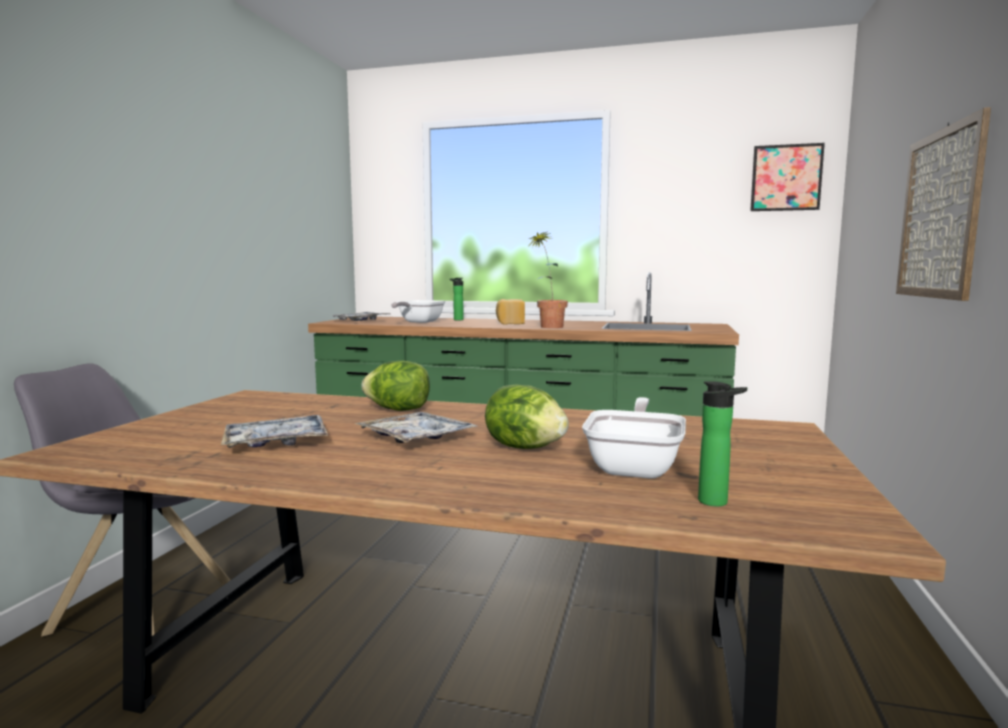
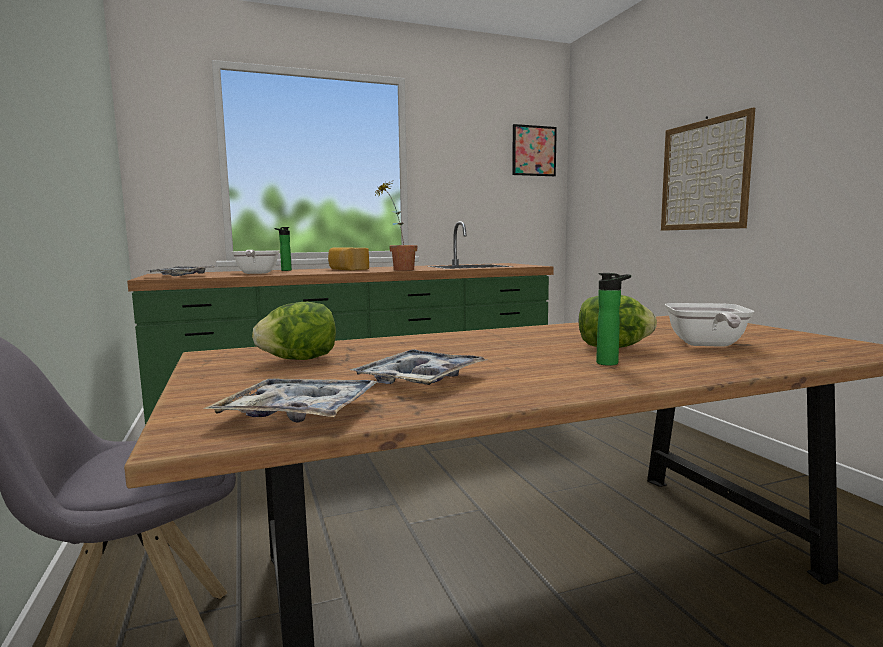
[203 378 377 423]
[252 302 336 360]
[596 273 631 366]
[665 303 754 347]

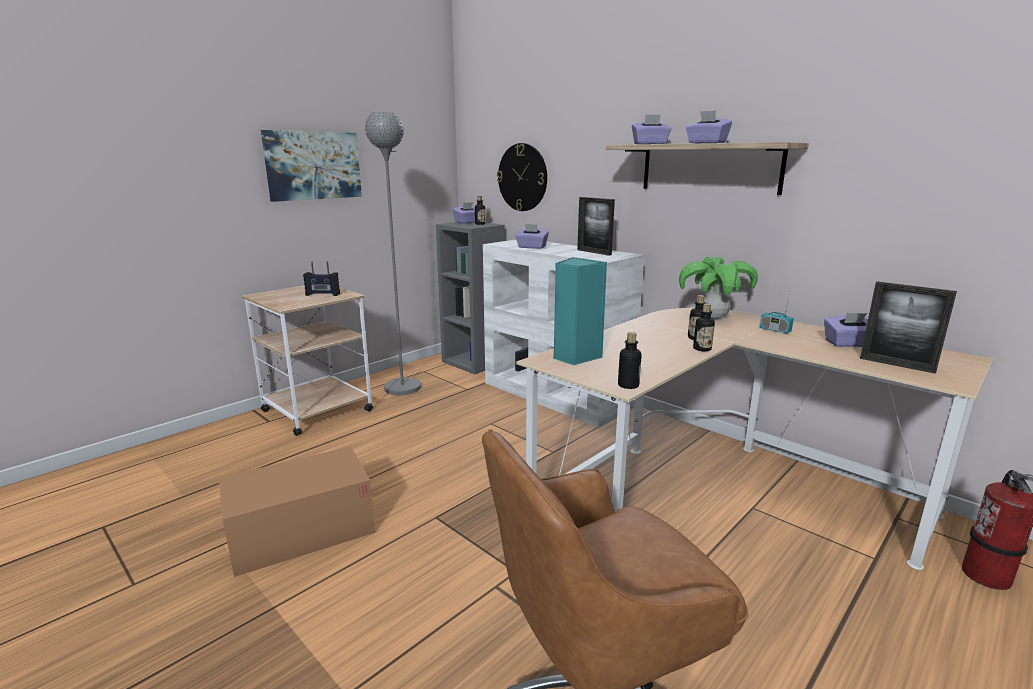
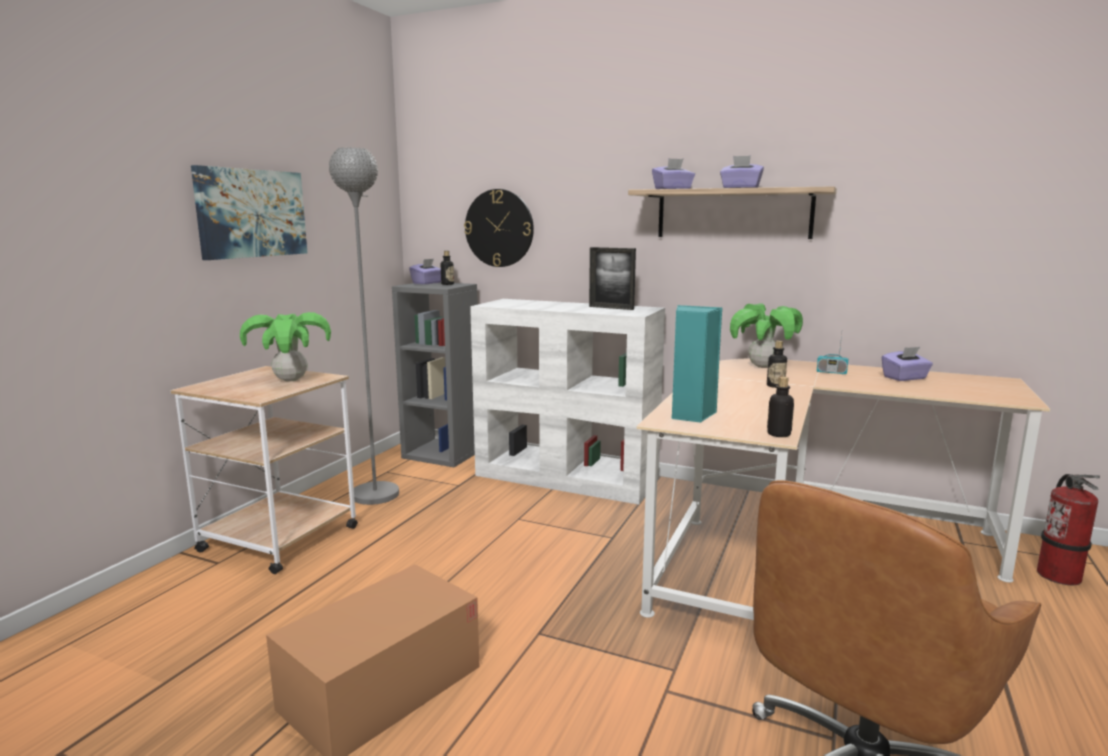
[240 312 331 381]
[515 224 549 249] (first image)
[693 304 715 351] (first image)
[860 282 957 374] (first image)

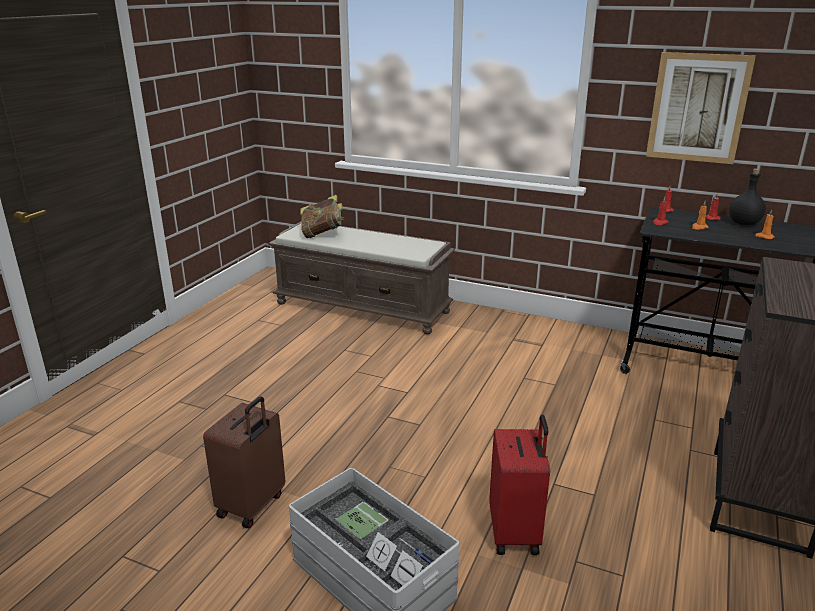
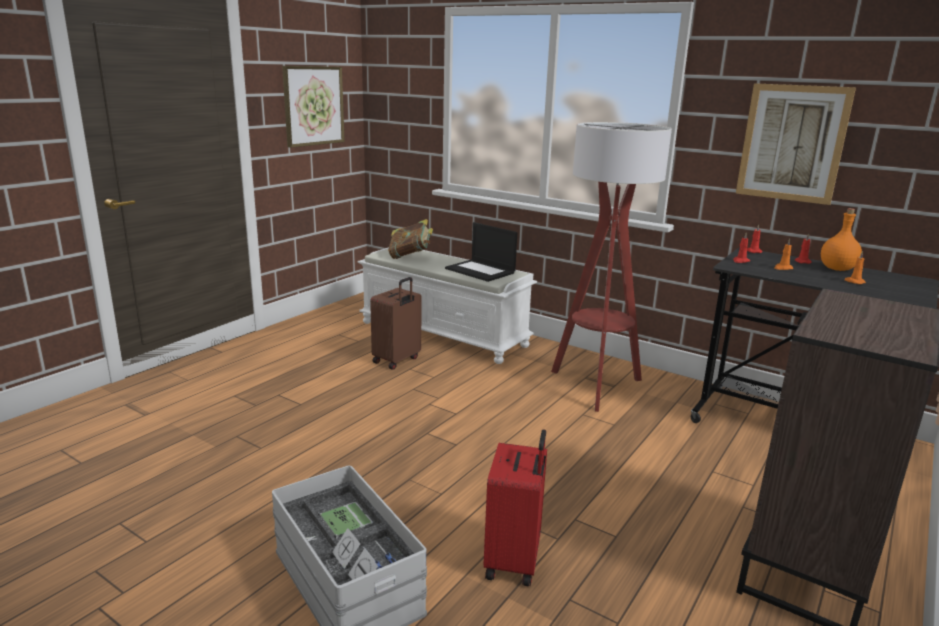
[282 66 345 148]
[358 247 537 364]
[370 277 421 370]
[445 222 517 282]
[551 122 672 412]
[821 208 862 271]

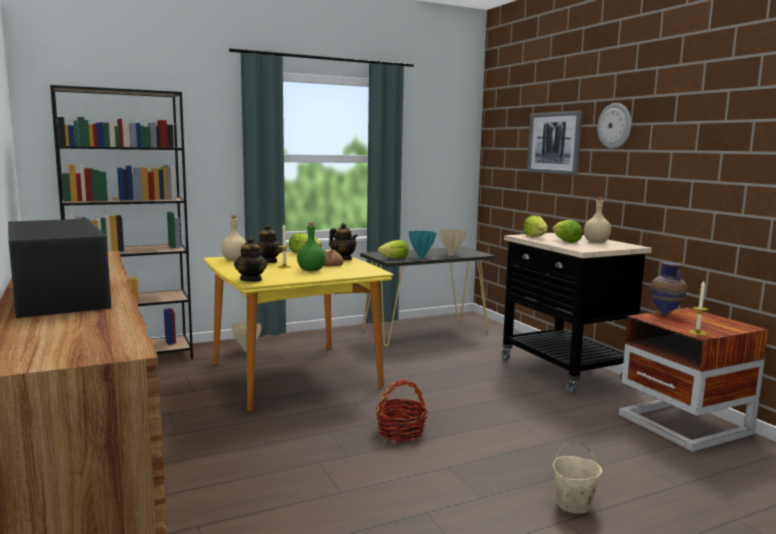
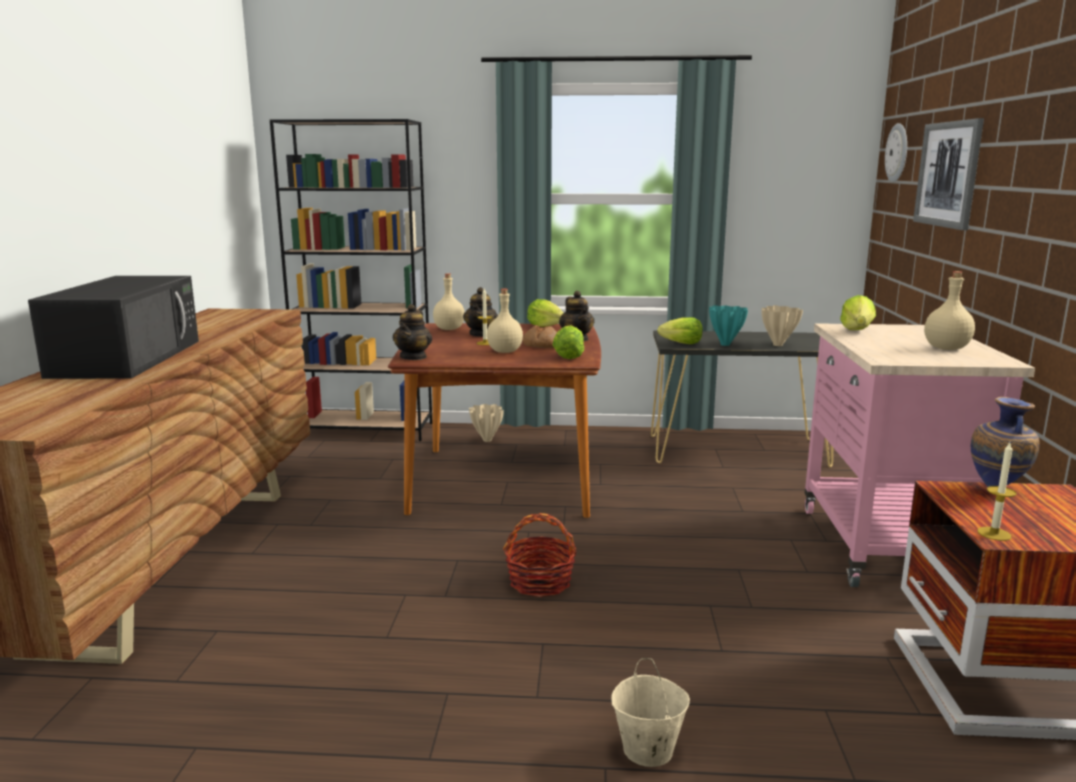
[388 323 601 518]
[487 289 523 353]
[553 325 584 359]
[805 323 1035 587]
[885 123 907 182]

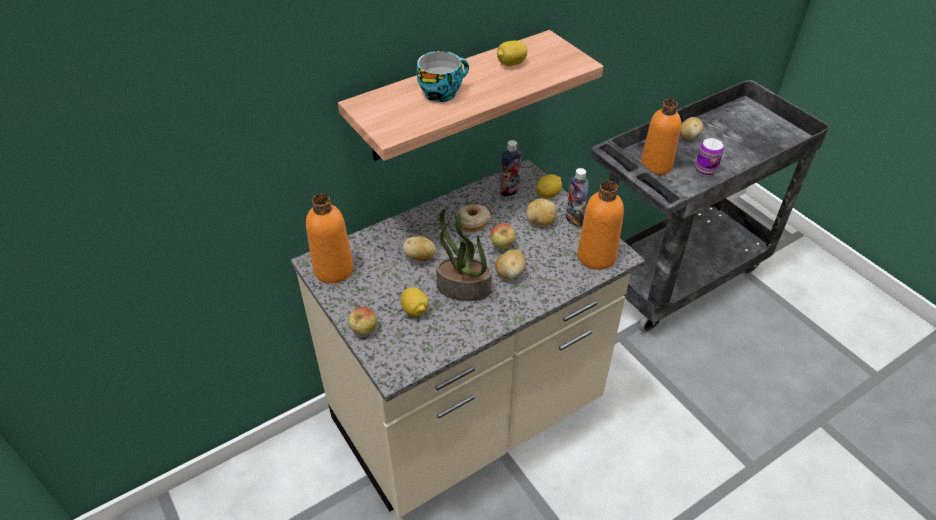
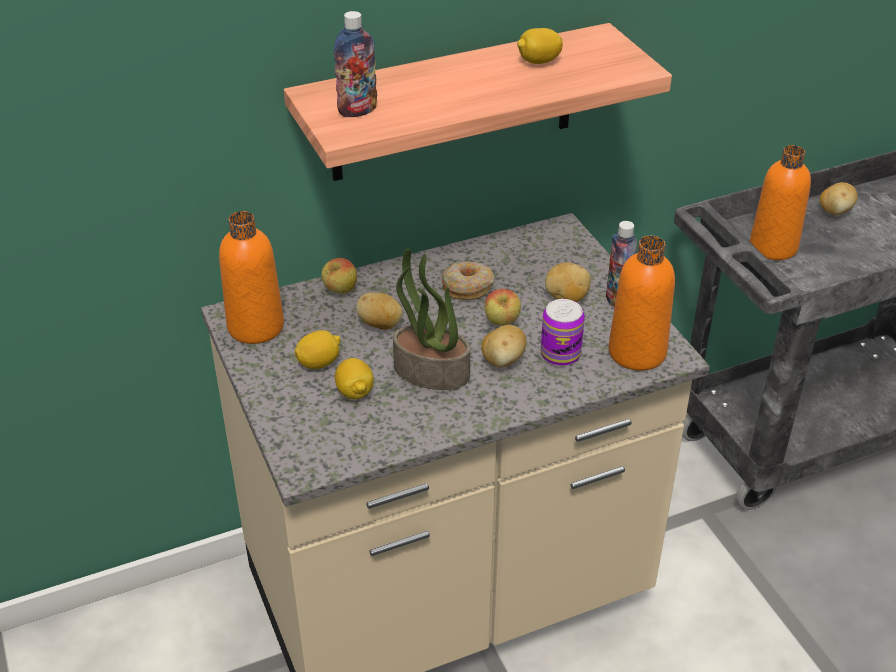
[295 330 340 369]
[321 258 357 294]
[334 11 377 117]
[541 299 585 366]
[417 51 469 102] (first image)

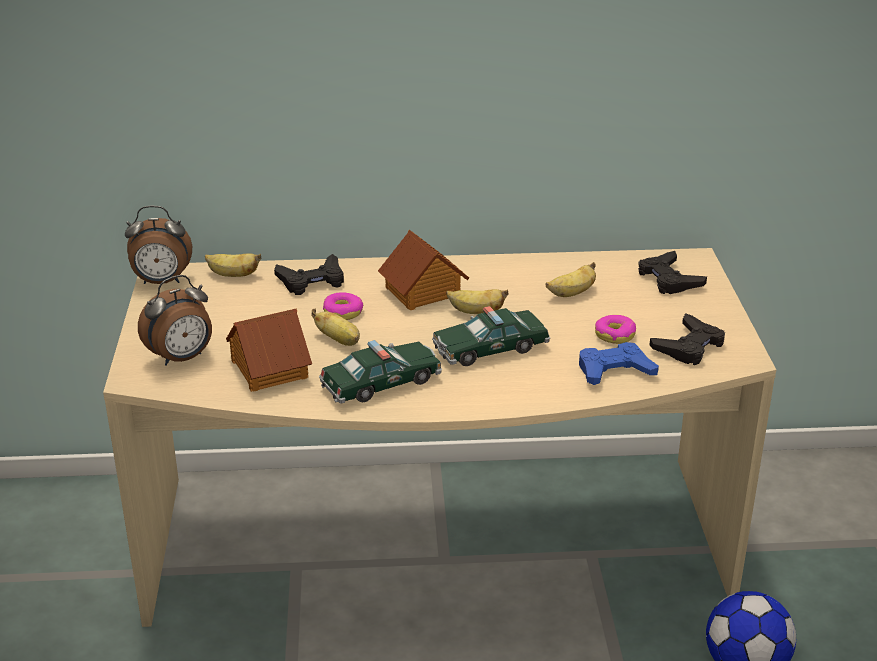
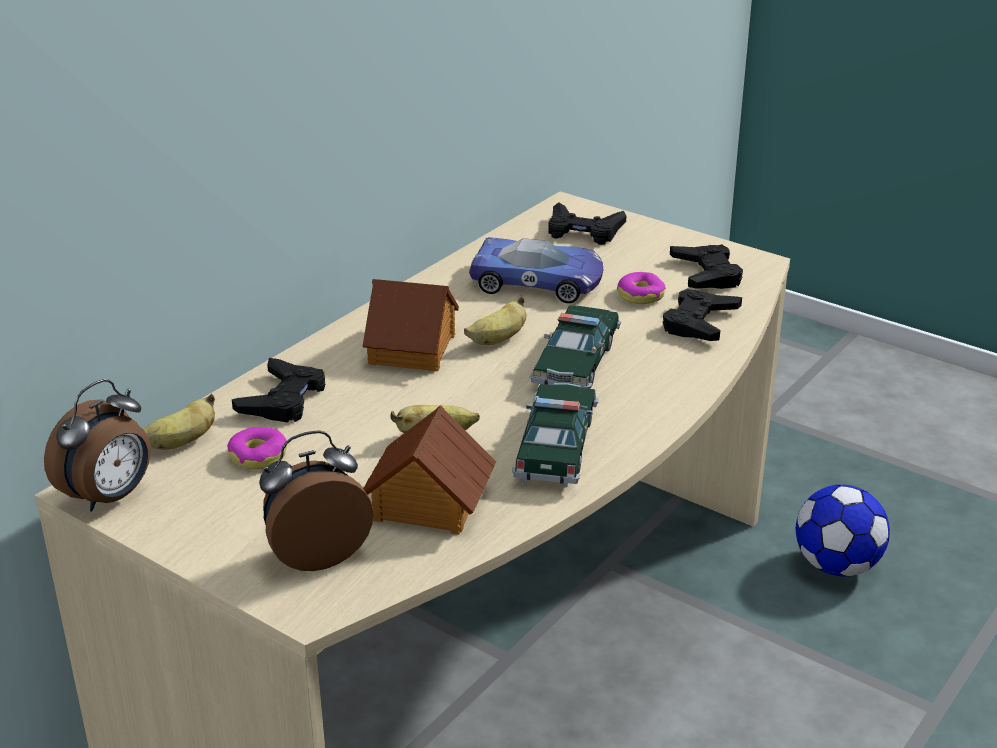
[227 427 287 469]
[259 430 374 571]
[469 237 603 303]
[663 288 742 341]

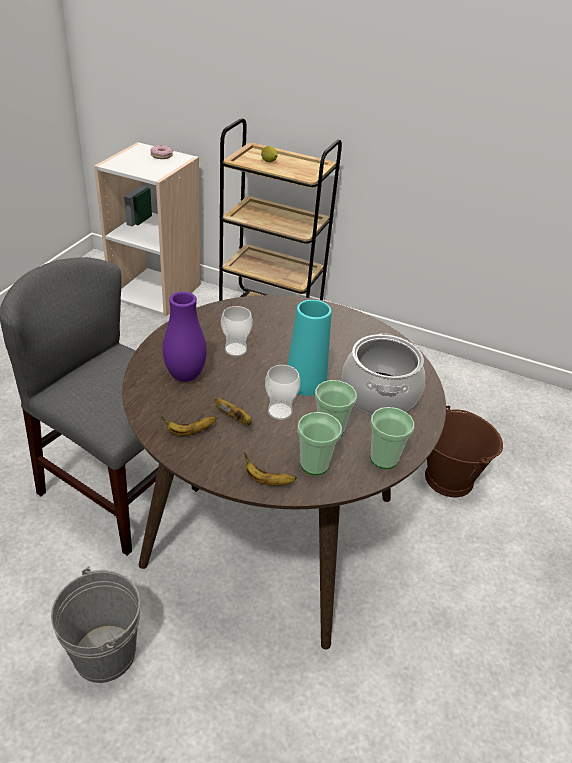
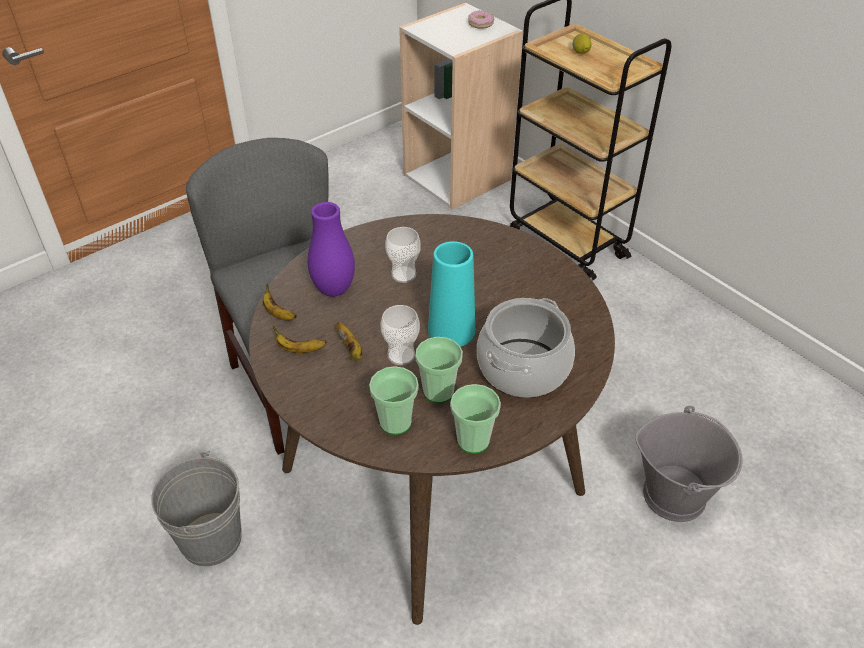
[263 283 297 320]
[635 406 743 522]

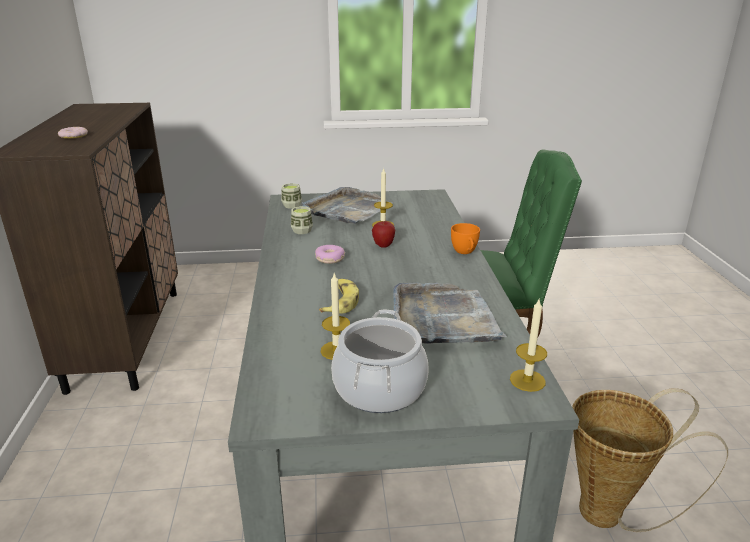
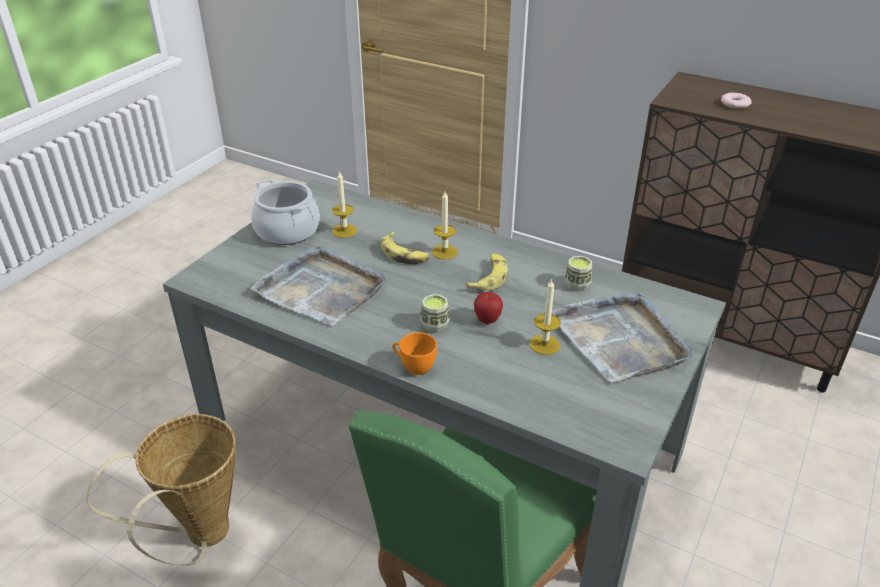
[420 294 450 332]
[432 192 458 260]
[466 253 508 291]

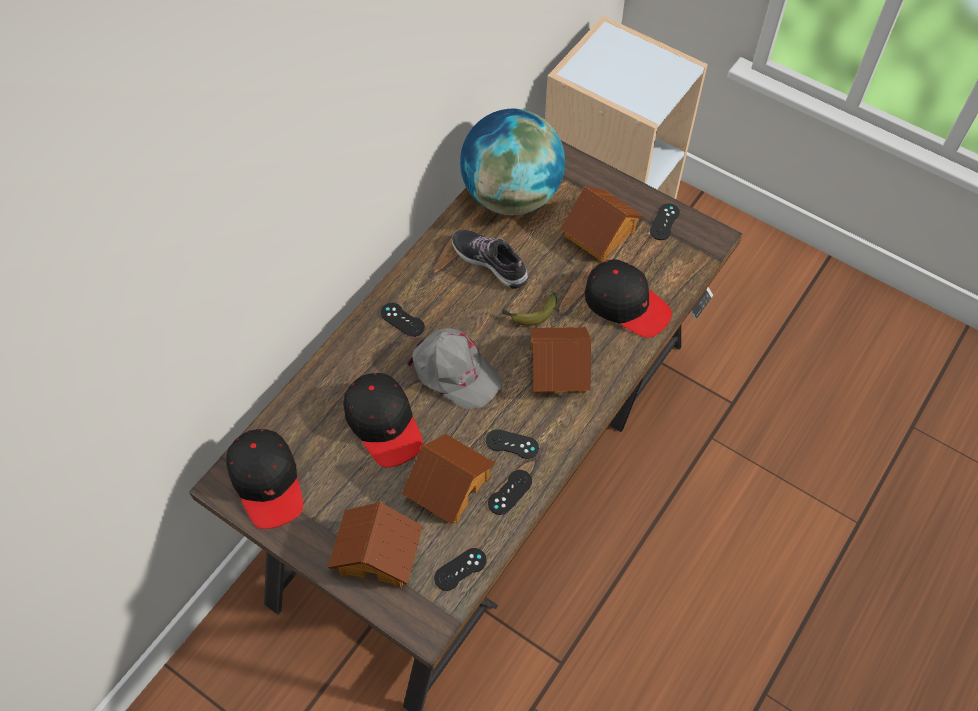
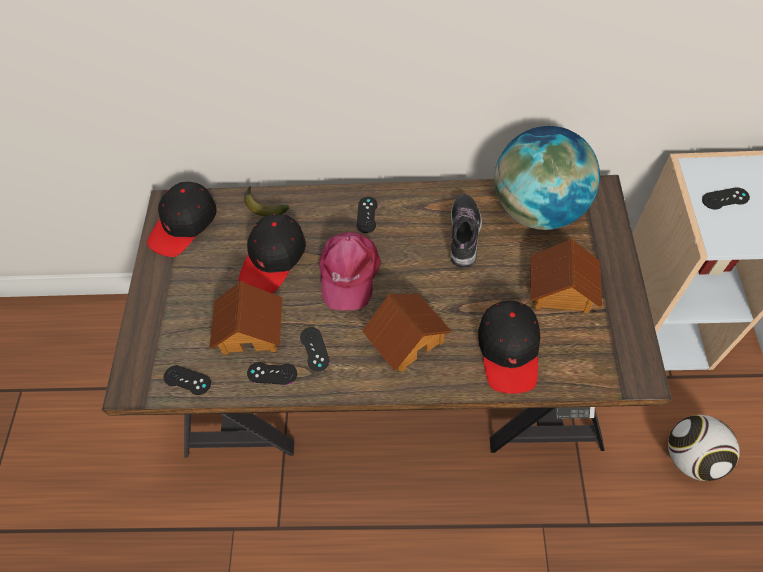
[244 186 289 217]
[319 232 381 311]
[668 415 740 481]
[702 187 750 209]
[328 501 423 588] (first image)

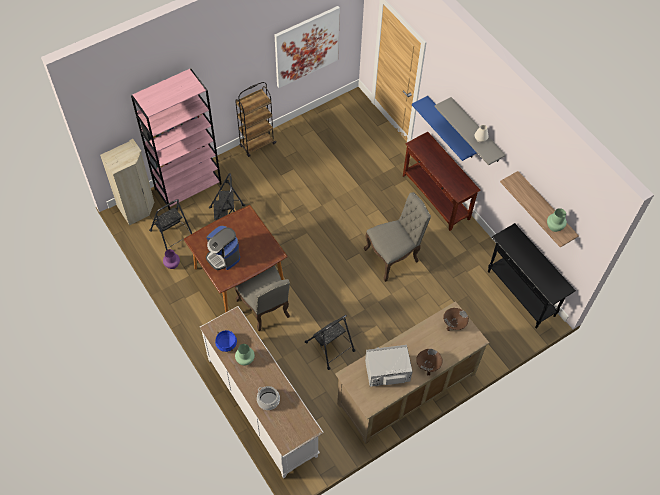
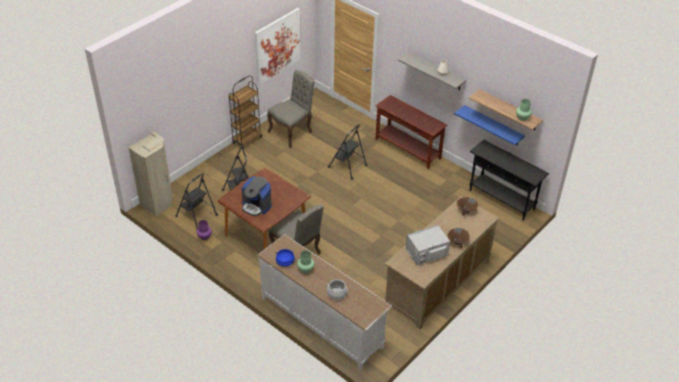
[267 70 315 148]
[328 124 368 180]
[454 105 525 145]
[131 69 222 210] (first image)

